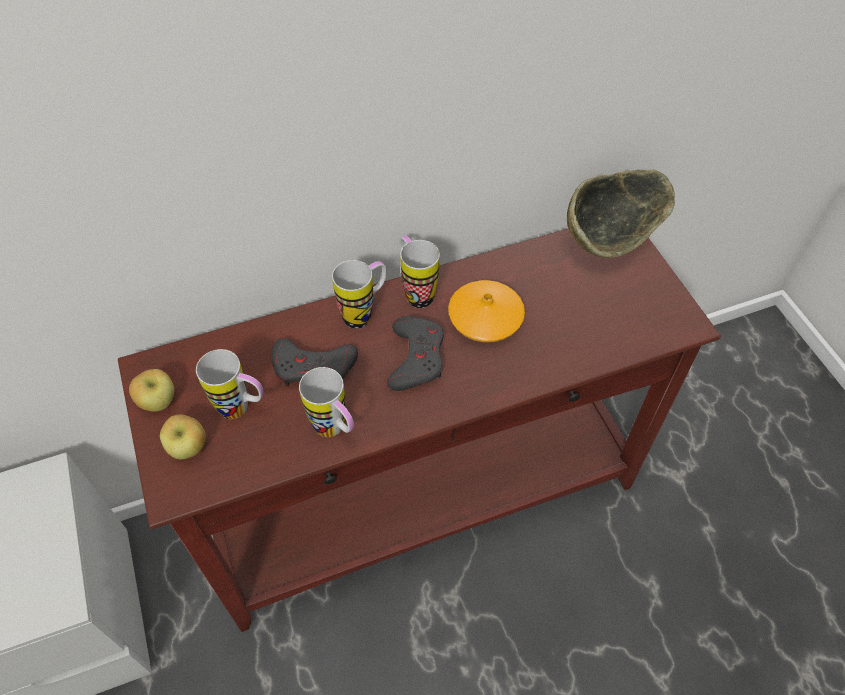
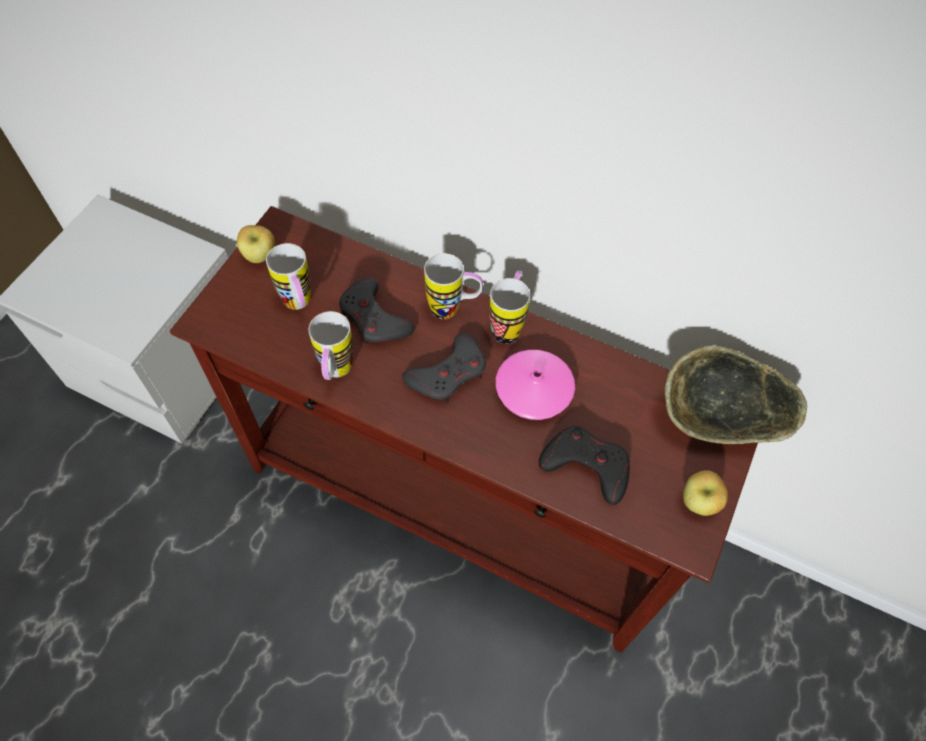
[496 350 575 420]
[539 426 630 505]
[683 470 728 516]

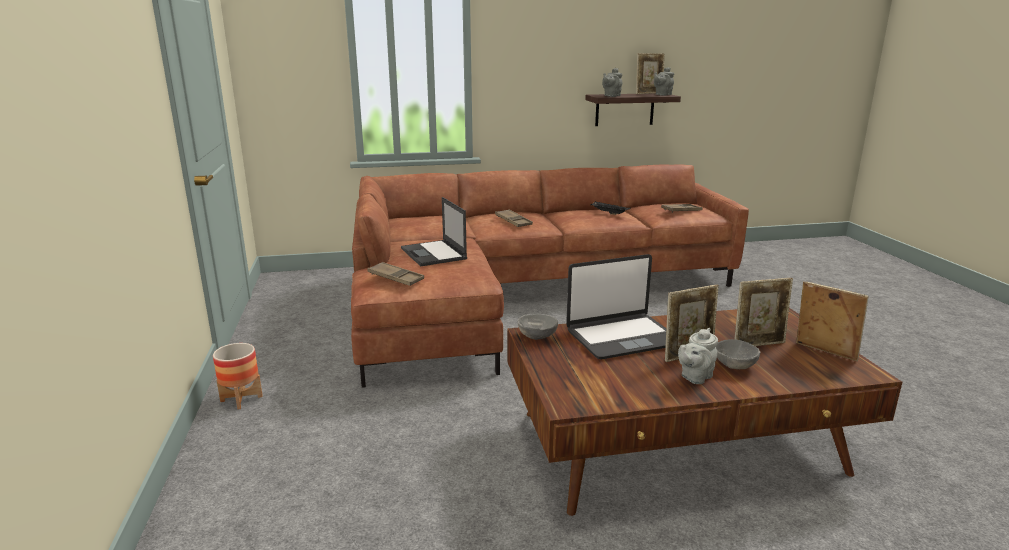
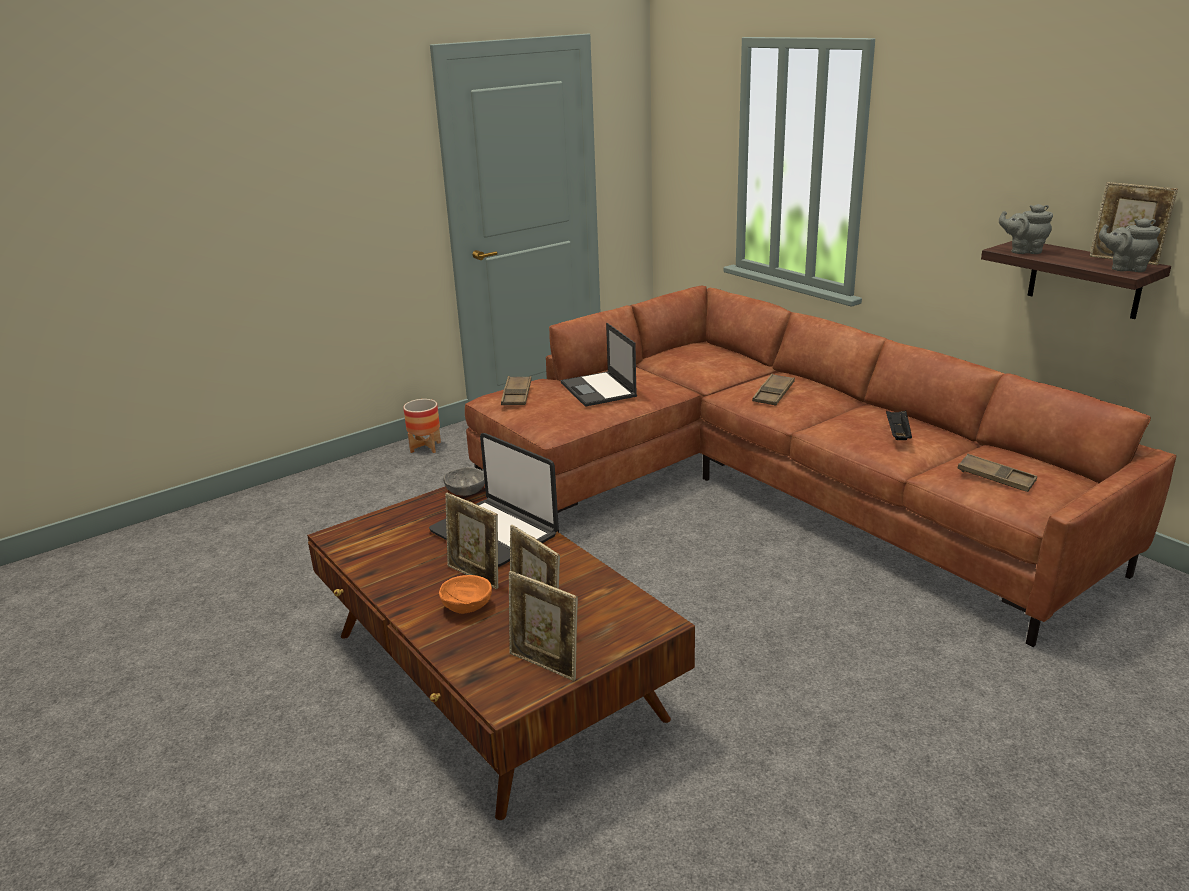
[439 575 492 614]
[509 571 578 681]
[561 323 637 407]
[678 328 718 384] (first image)

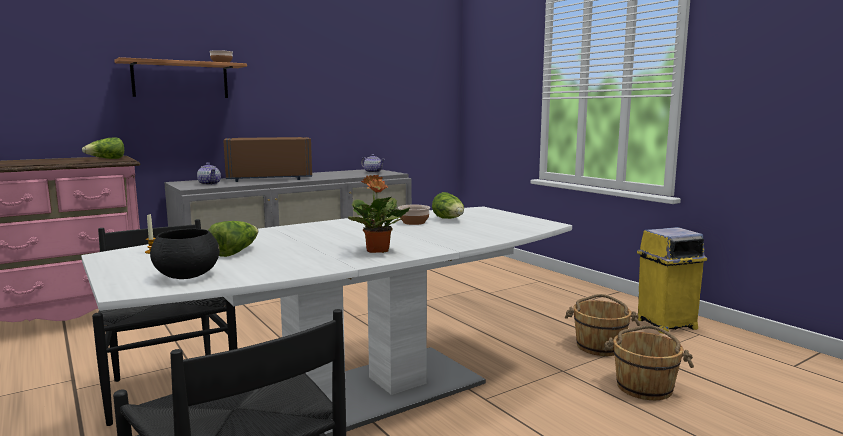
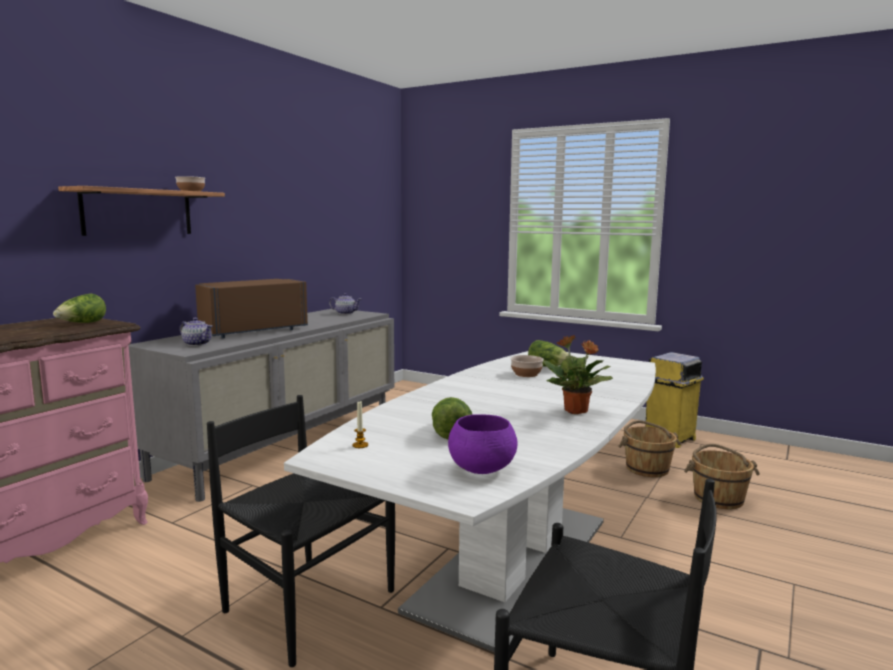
[448 414 518 474]

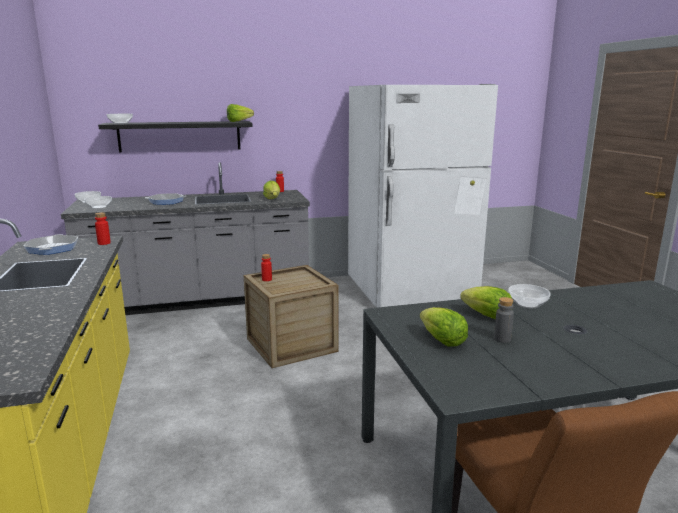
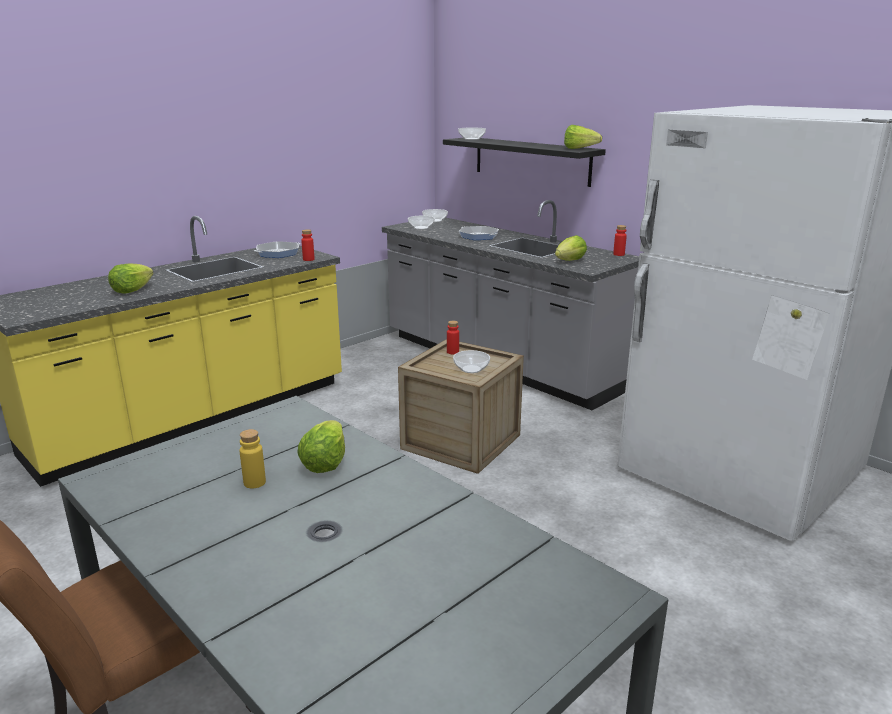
[108 263 153 294]
[240 429 266 489]
[453 350 490 373]

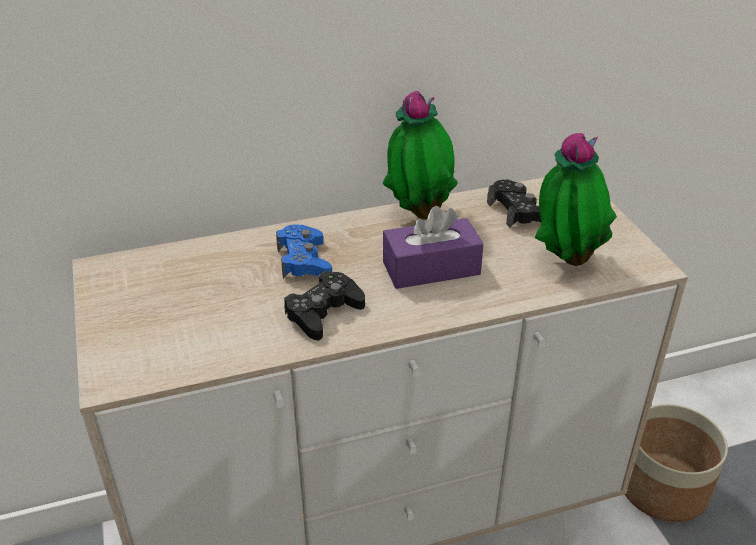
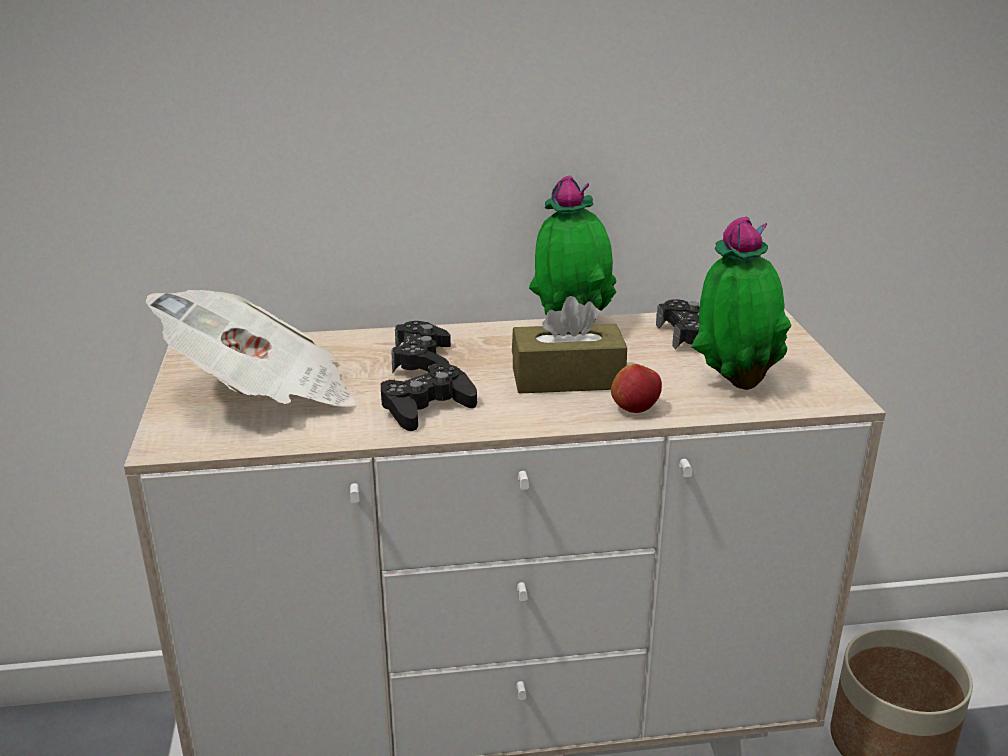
[146 290 356 407]
[391 321 451 374]
[512 296 627 393]
[611 364 662 413]

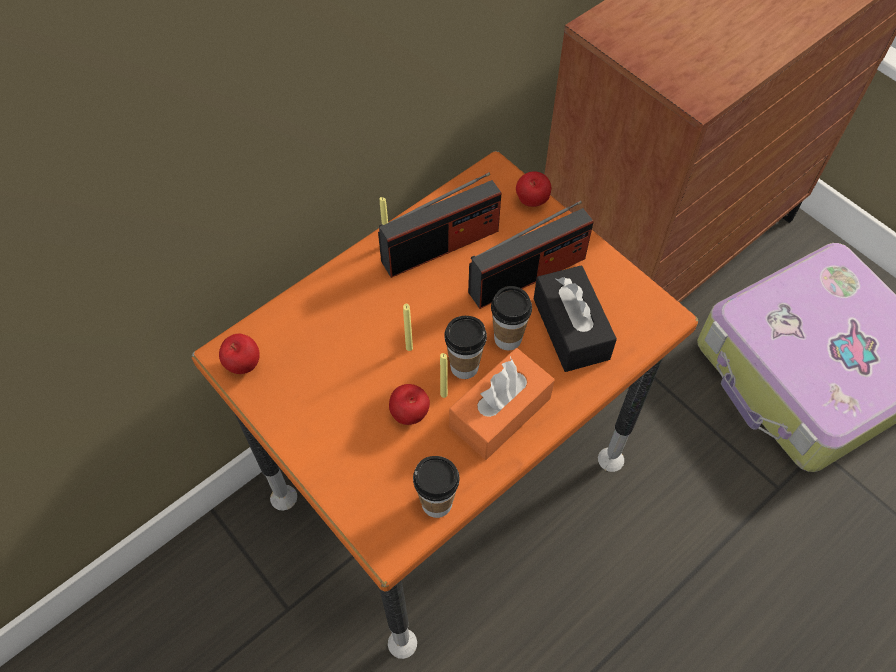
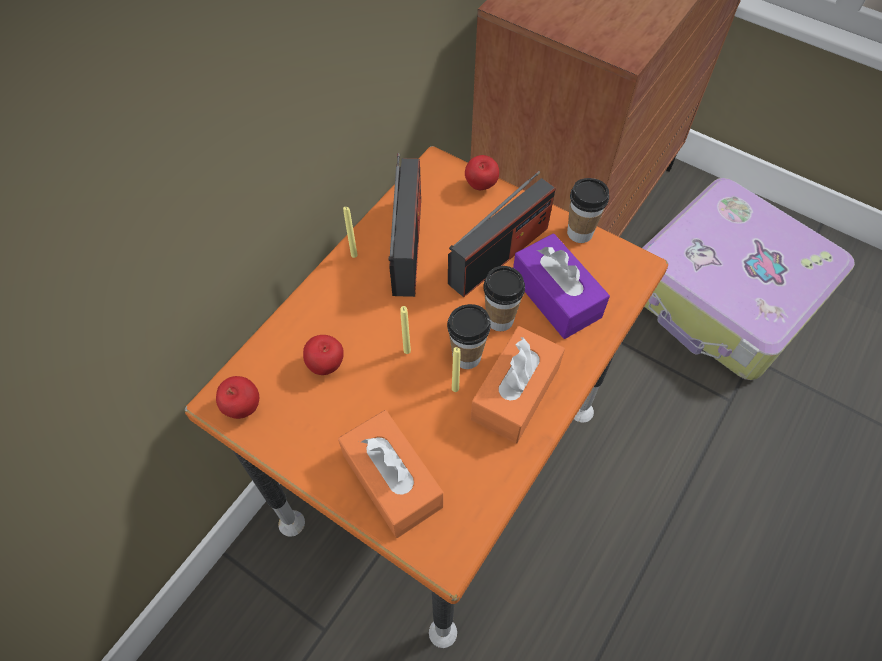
[303 335 344 375]
[338 410 443 538]
[389 153 421 297]
[513 233 610 339]
[567 178 609 243]

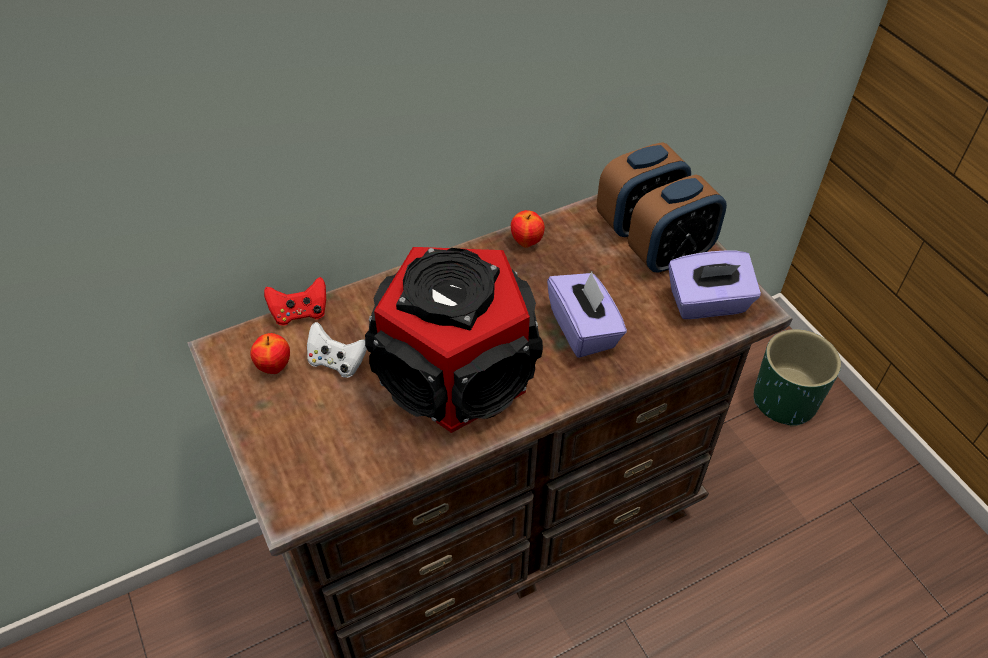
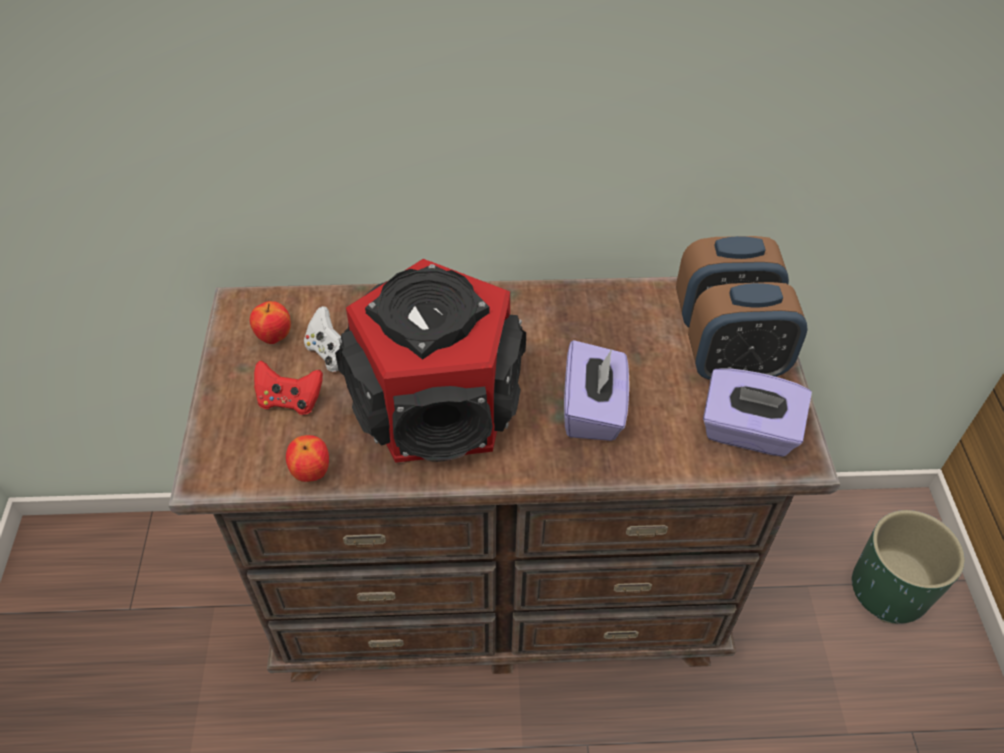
[254 361 323 415]
[286 435 329 482]

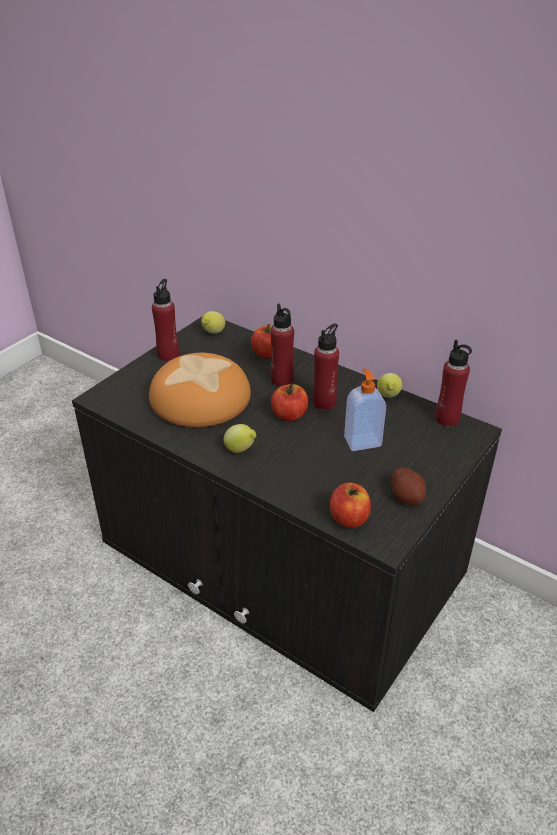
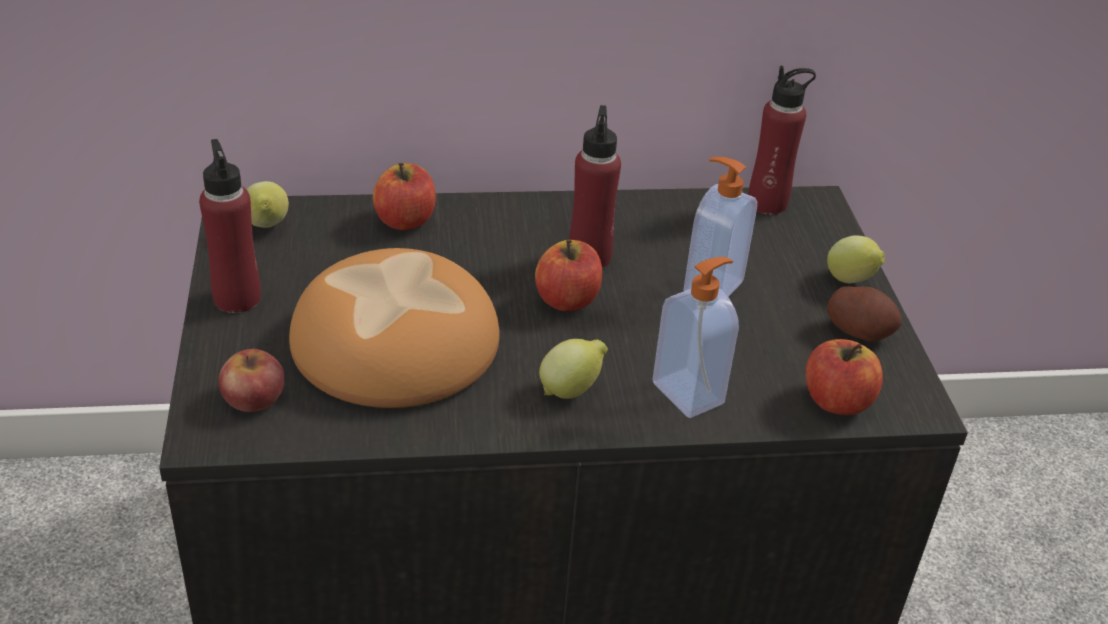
[218 349 285 412]
[653 257 739 418]
[827 236 885 283]
[270 304 294 387] (first image)

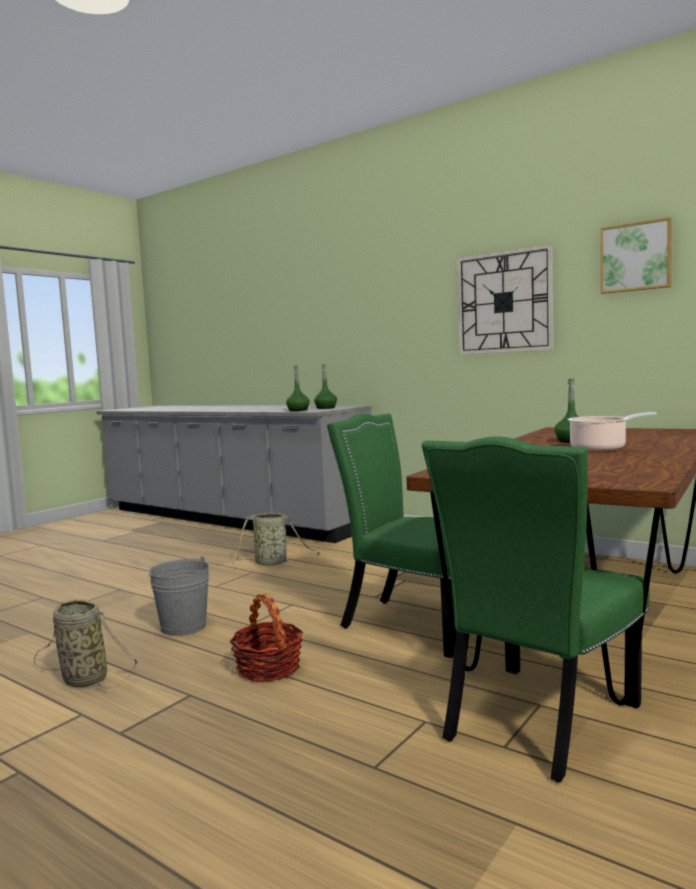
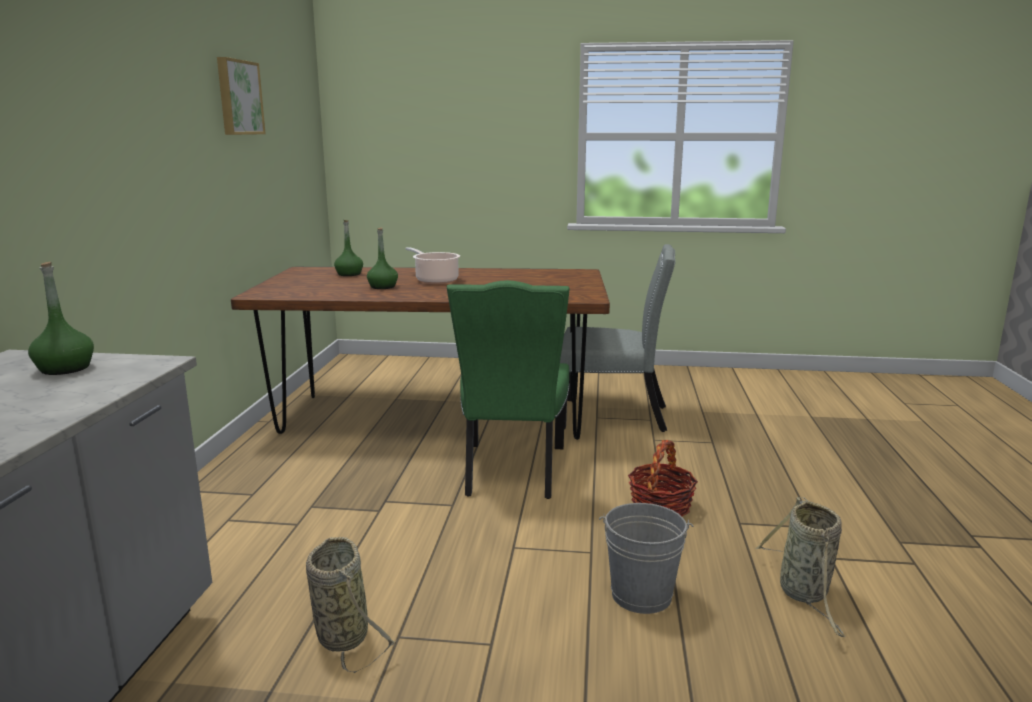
[334 220 363 276]
[560 244 676 432]
[457 244 553 355] (first image)

